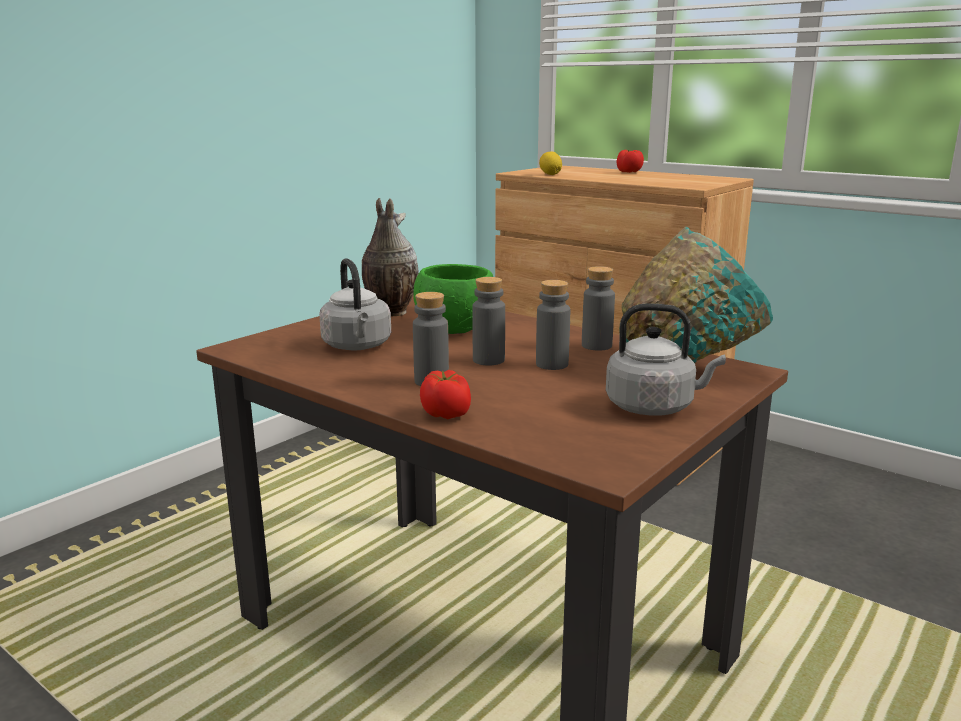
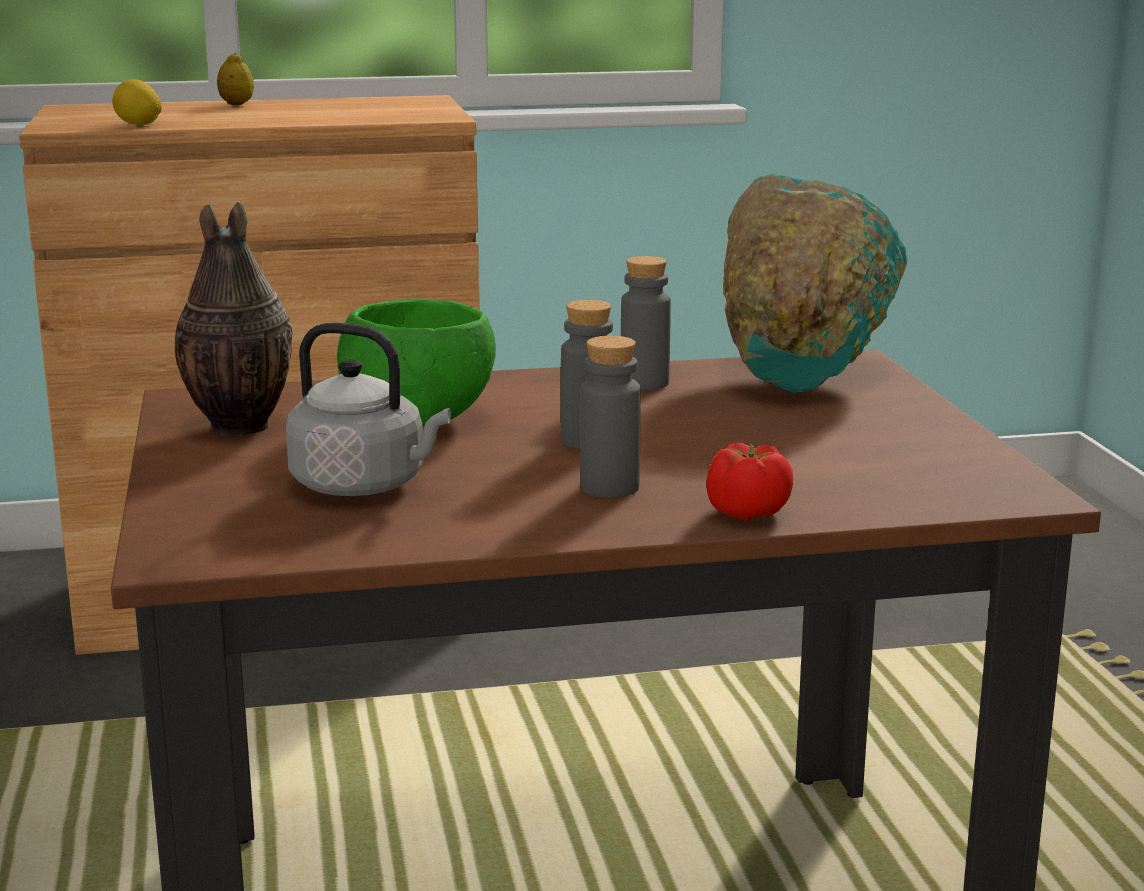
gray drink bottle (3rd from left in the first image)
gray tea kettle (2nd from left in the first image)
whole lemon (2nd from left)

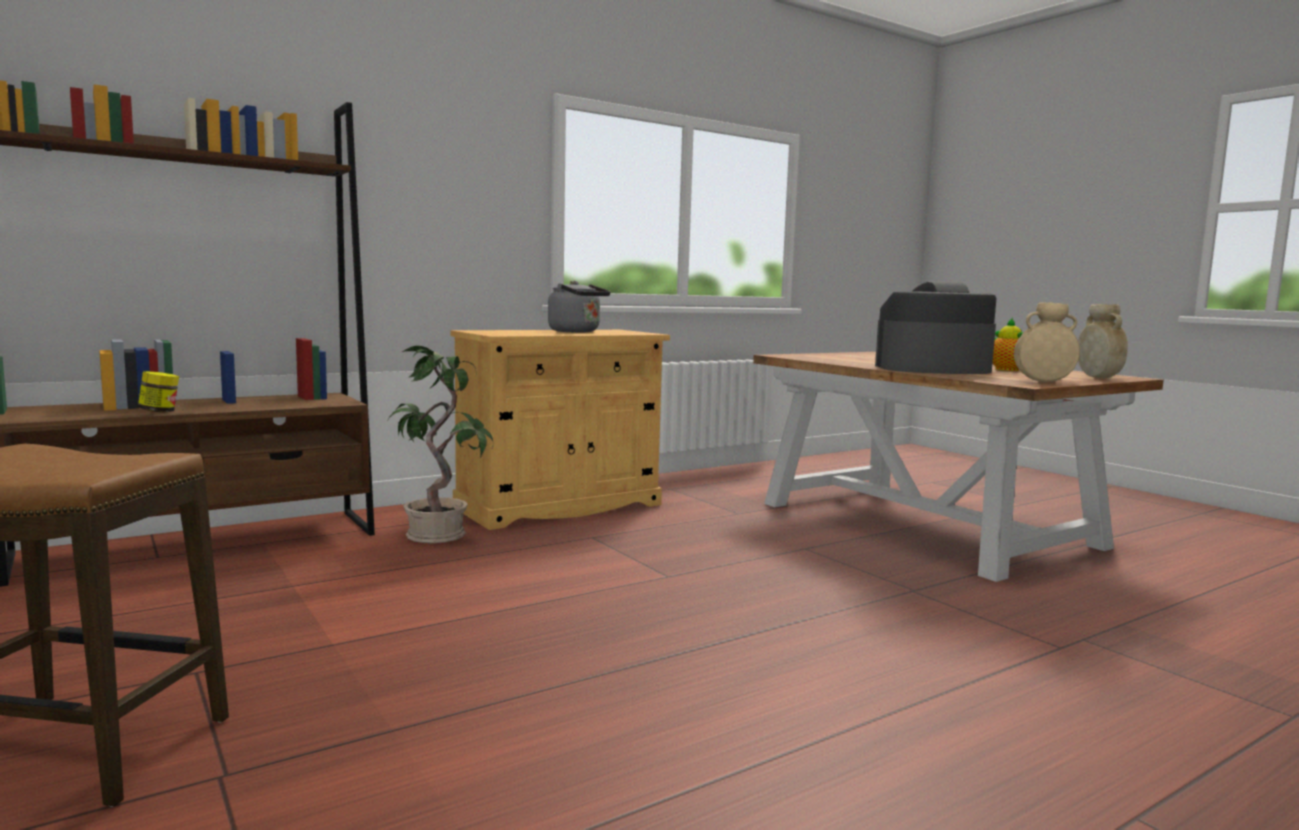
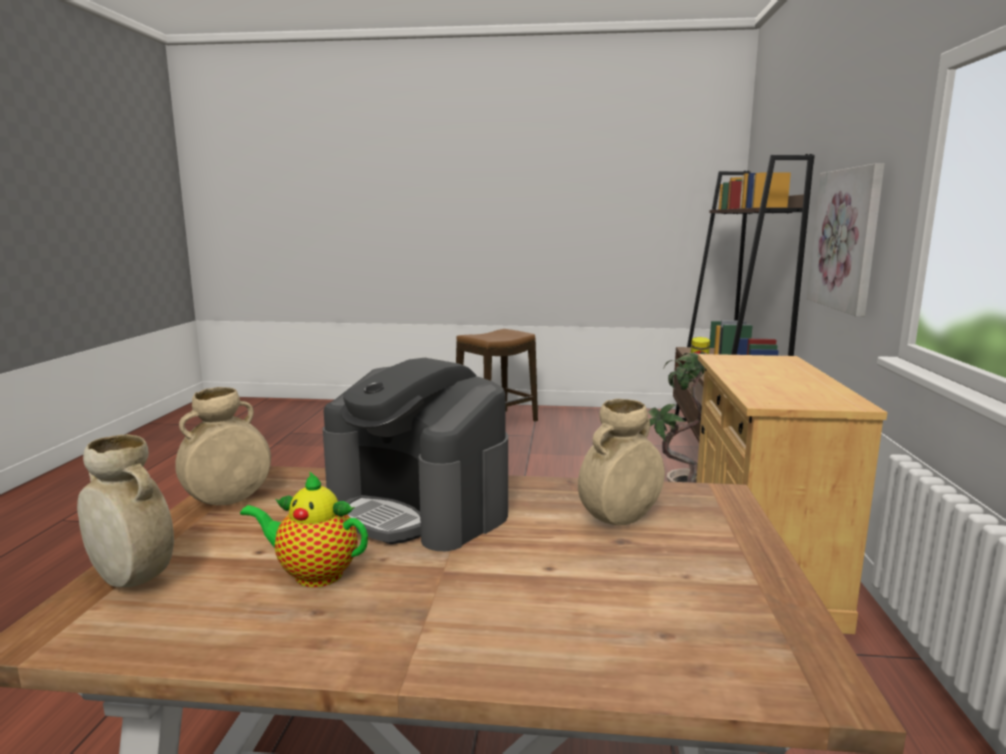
gray tea kettle
beige decorative vase (3rd from left)
wall art
coffee machine

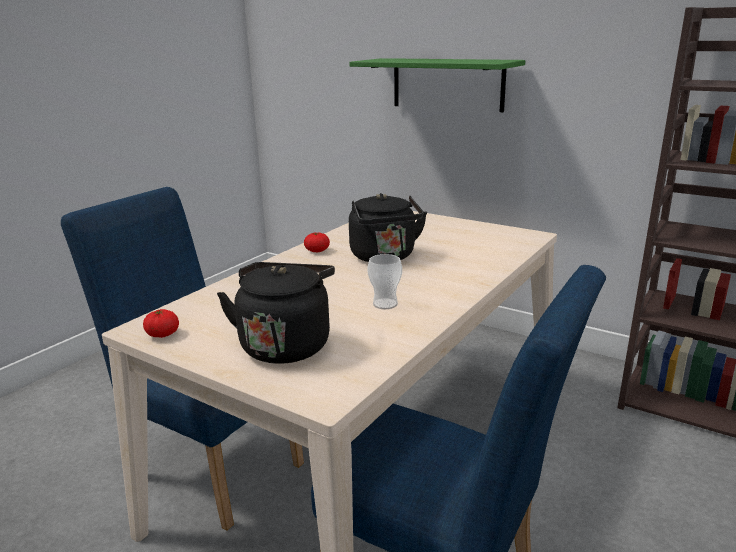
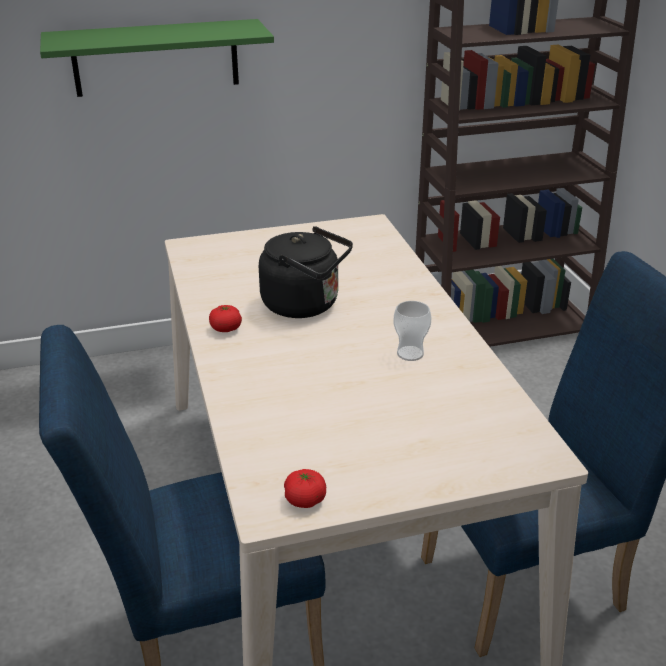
black tea kettle (1st from left in the first image)

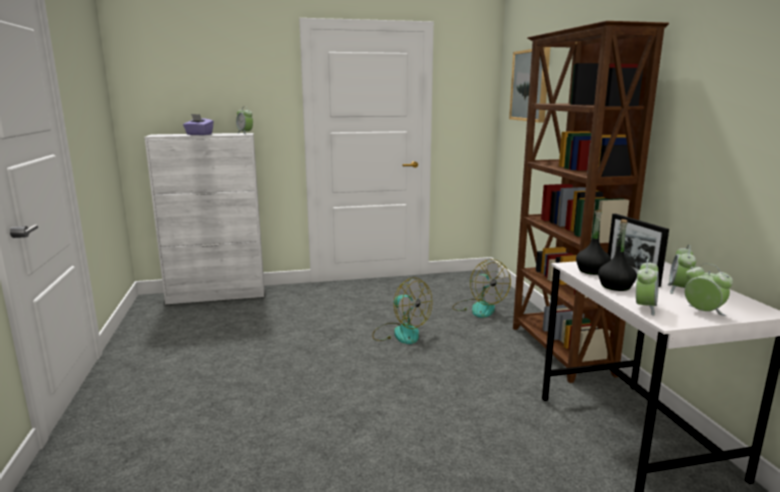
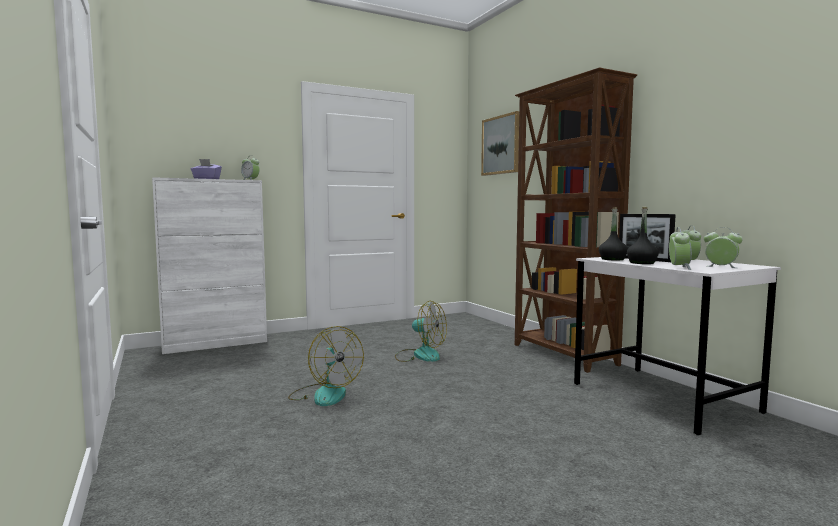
fan (1st from left)

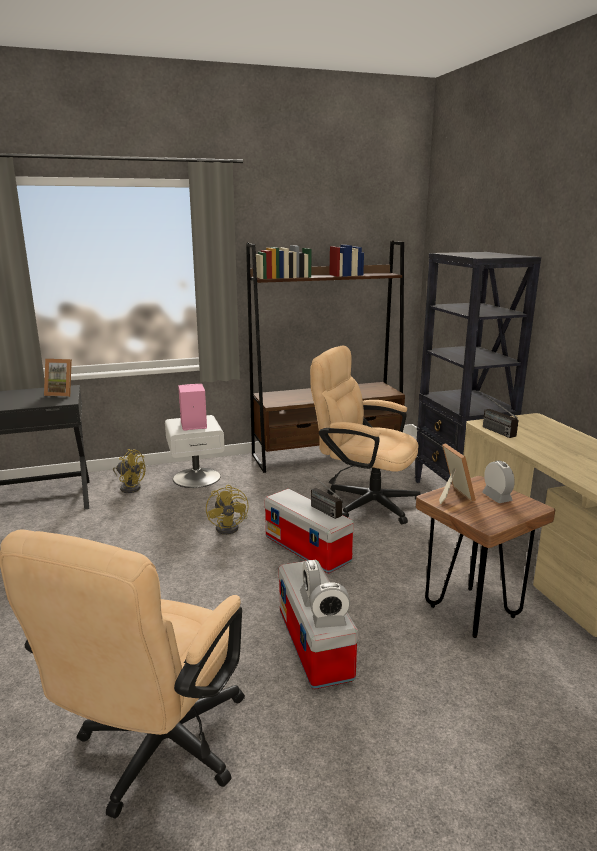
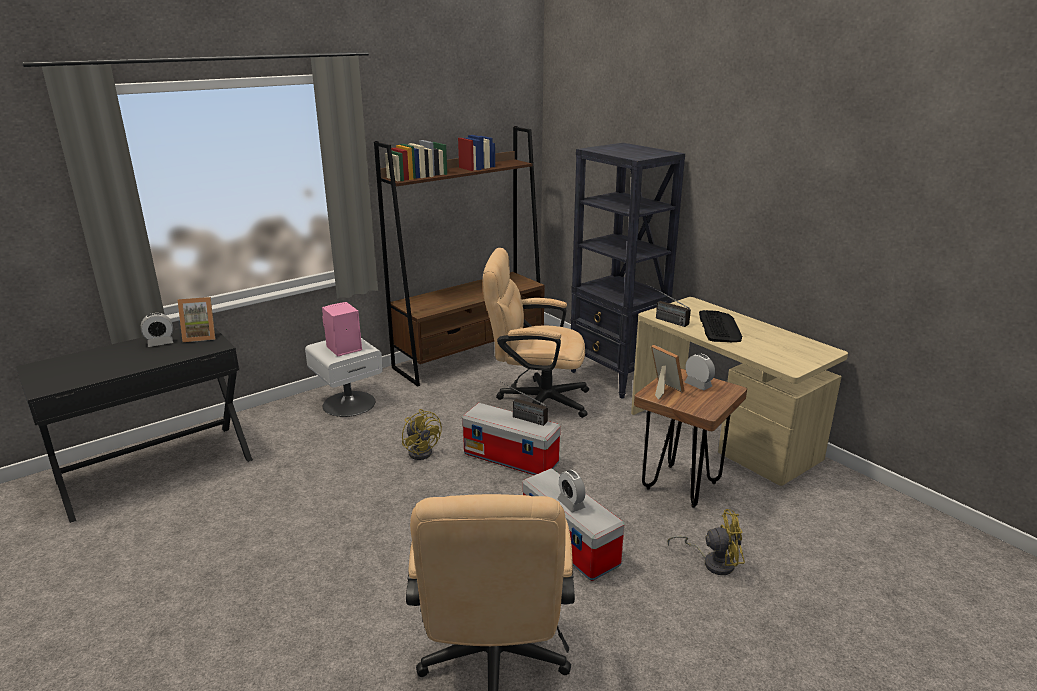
computer keyboard
yellow-coloured fan (2nd from left)
table clock (1st from left)

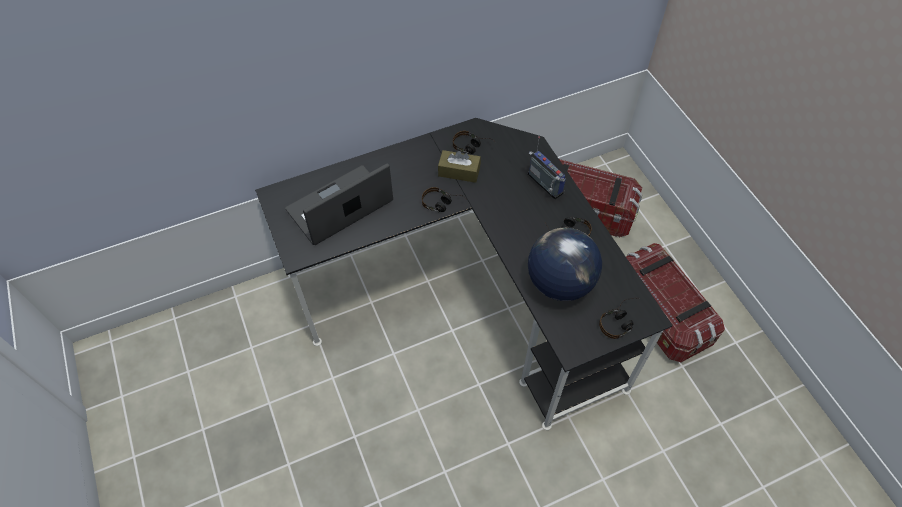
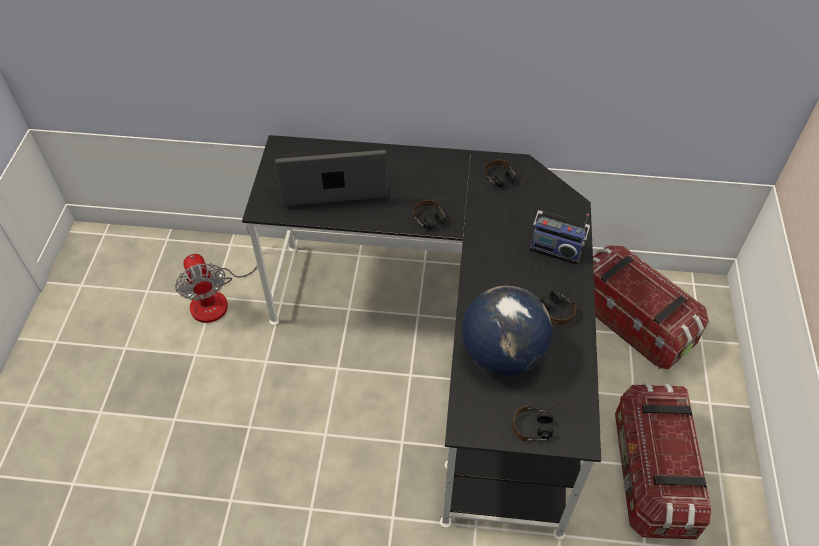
brown tissue box
fan
radio set

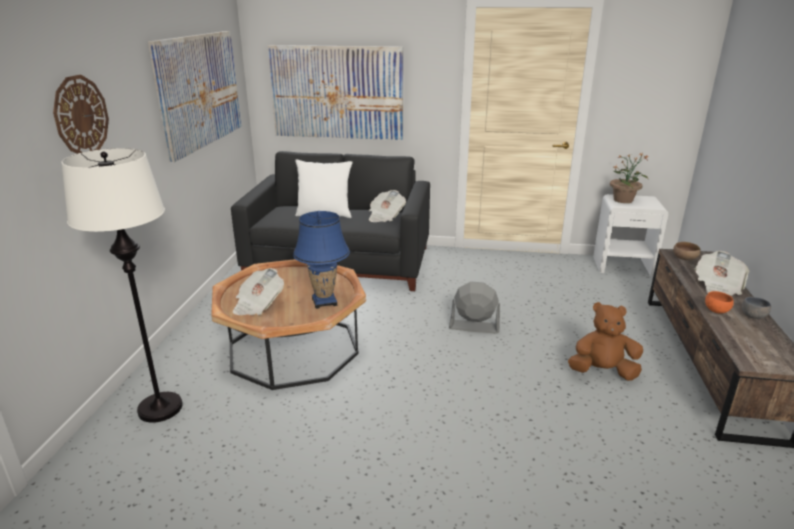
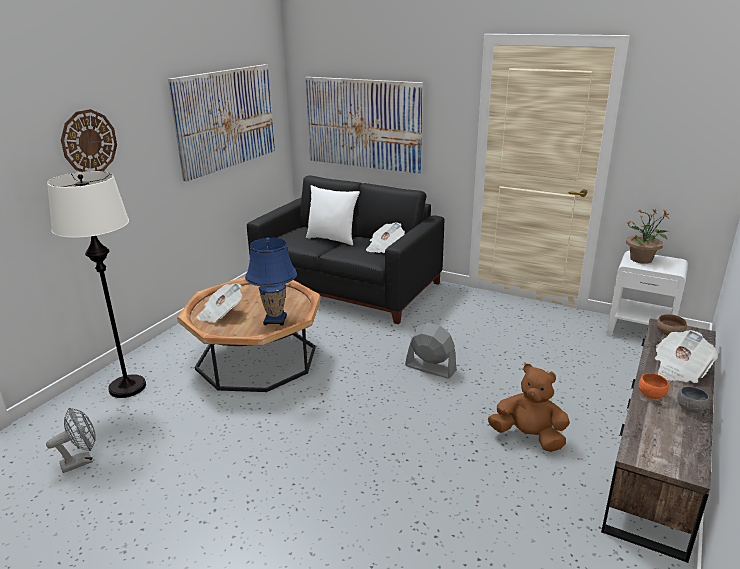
gray fan (1st from left)

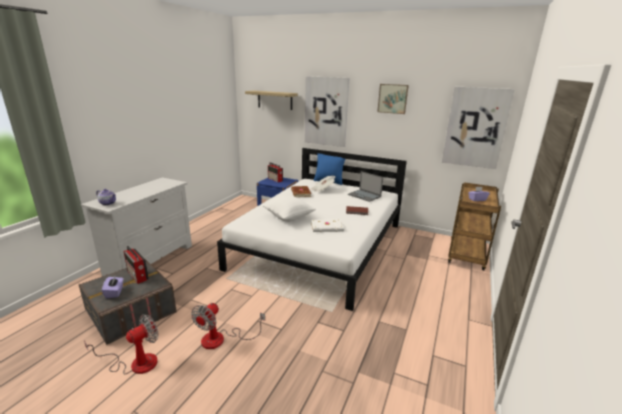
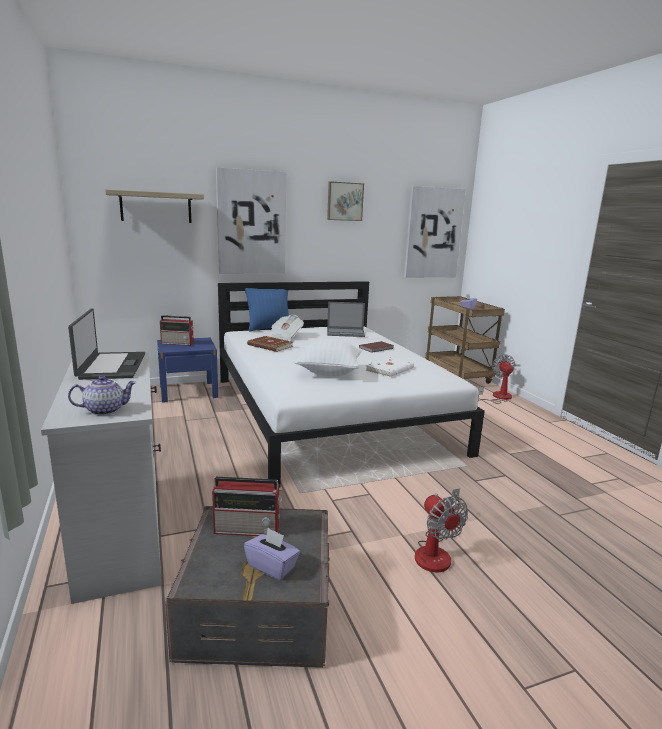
portable computer (1st from left)
fan (2nd from left)

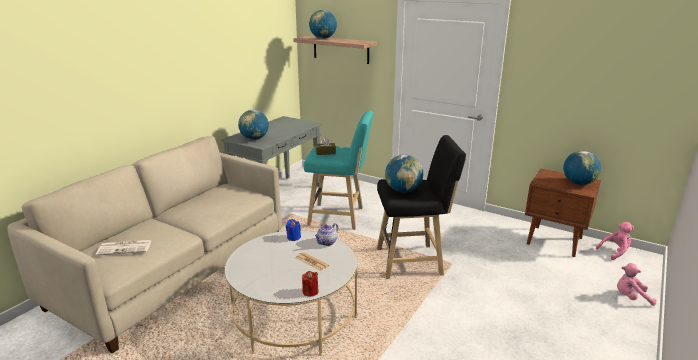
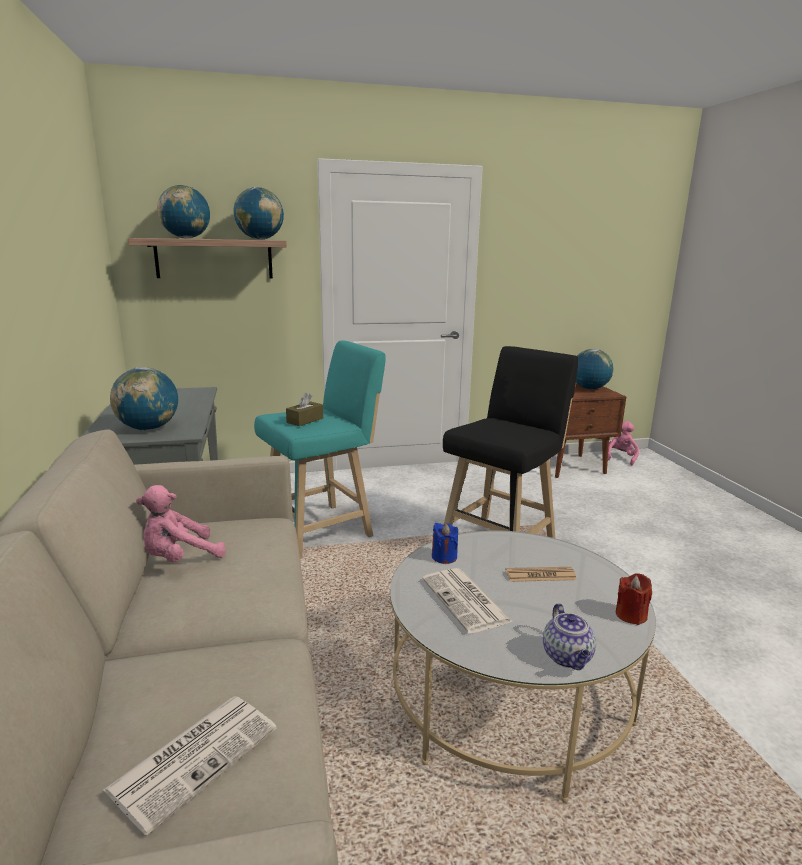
daily paper (2nd from left)
teapot
globe (3rd from left)
pink-coloured plush toy (1st from left)

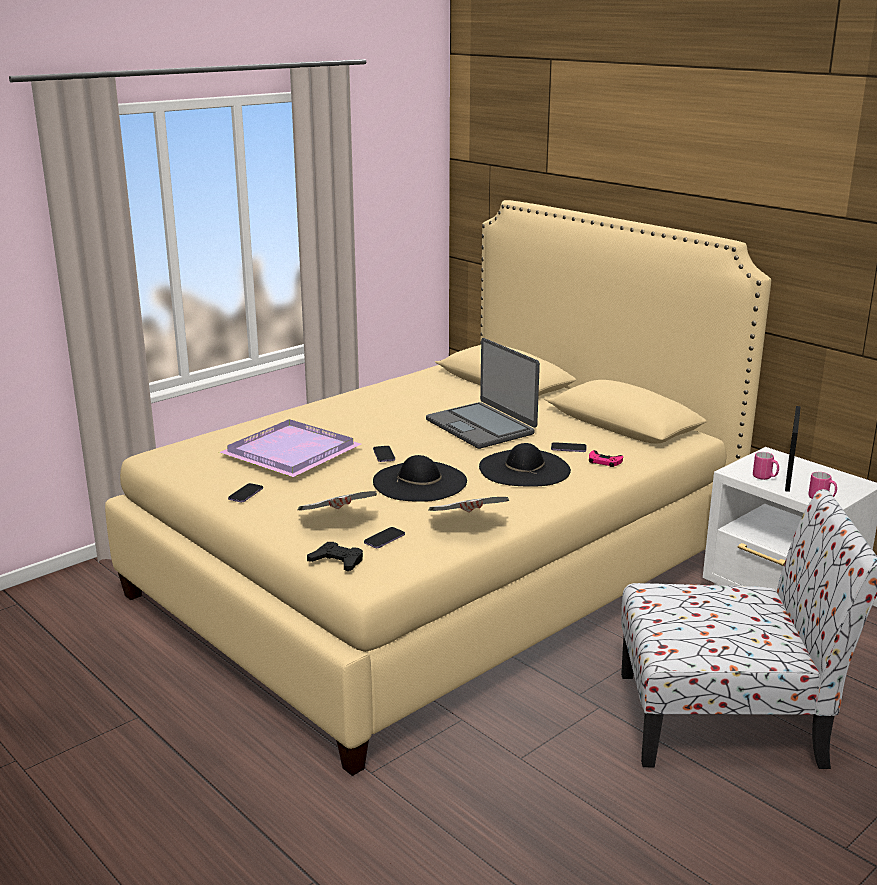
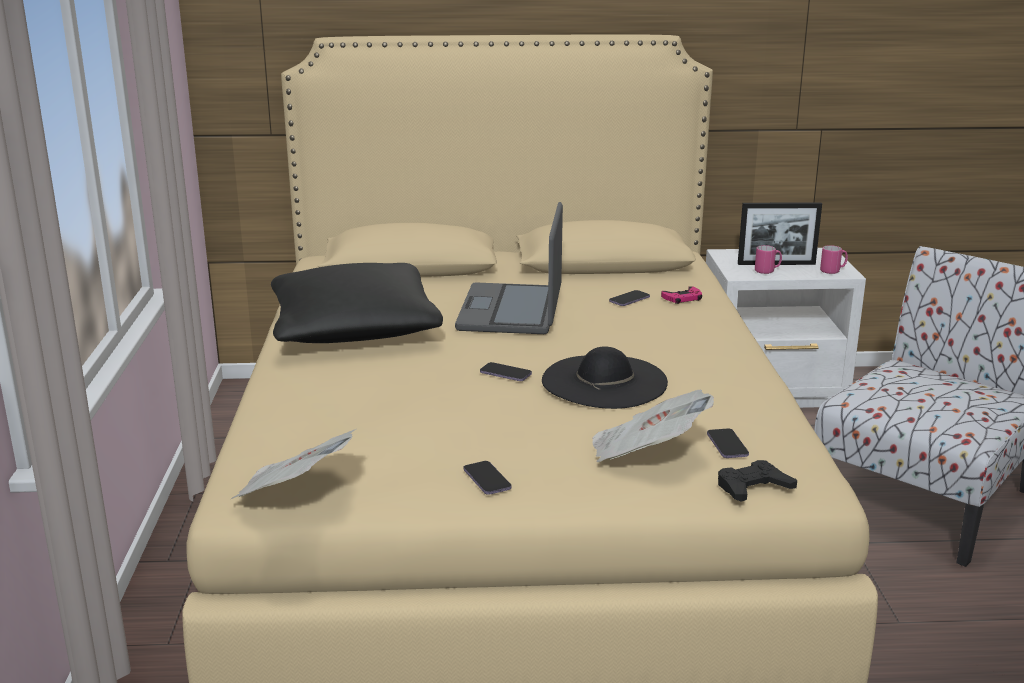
purple-coloured carrying tray
black wearable hat (2nd from left in the first image)
black pillow
daily paper (1st from left)
portable computer
photo frame

